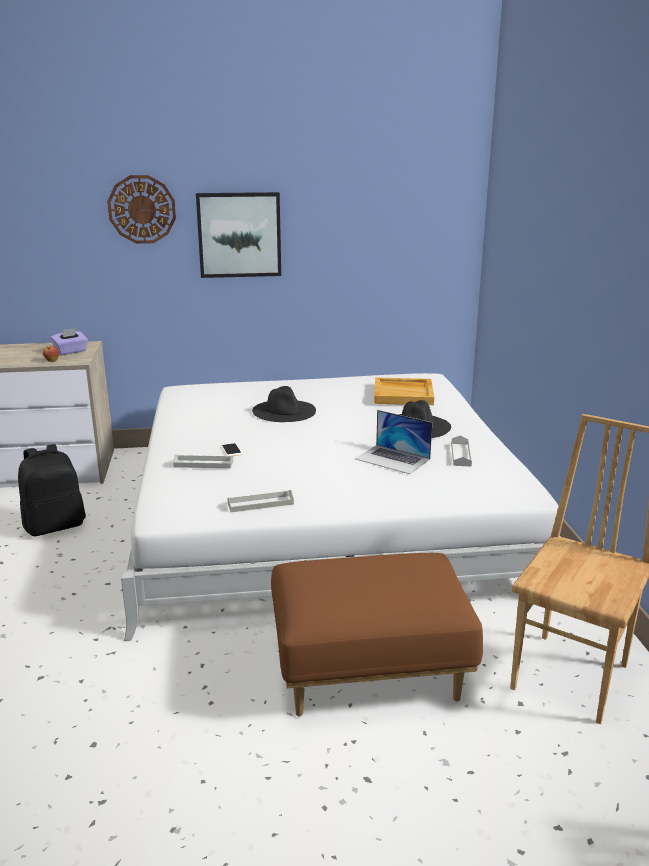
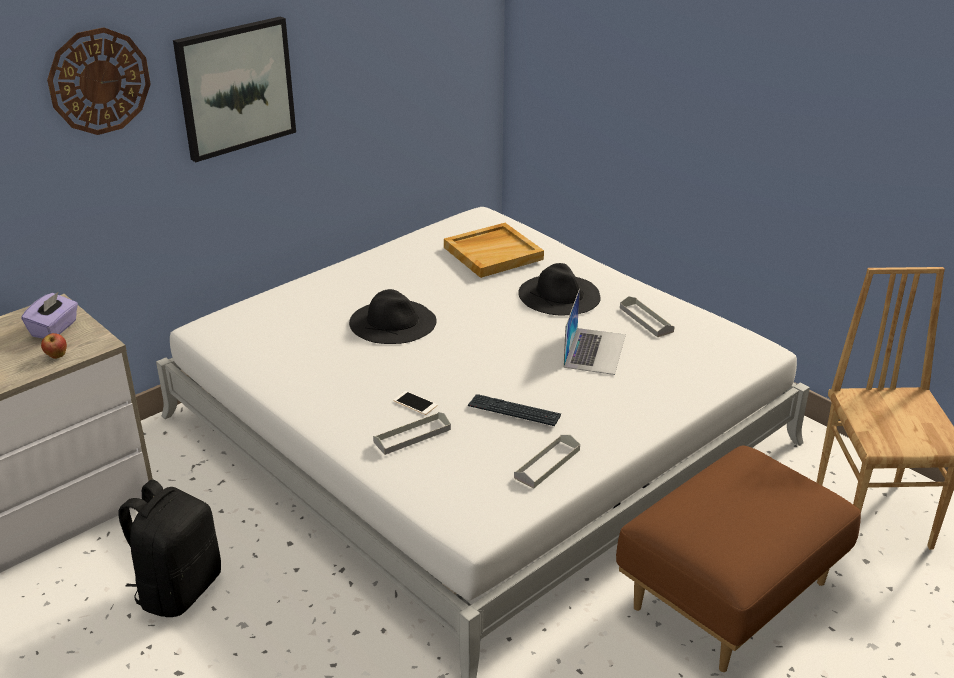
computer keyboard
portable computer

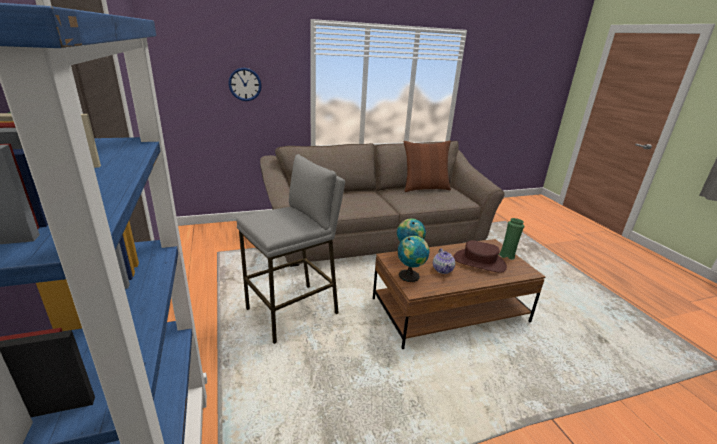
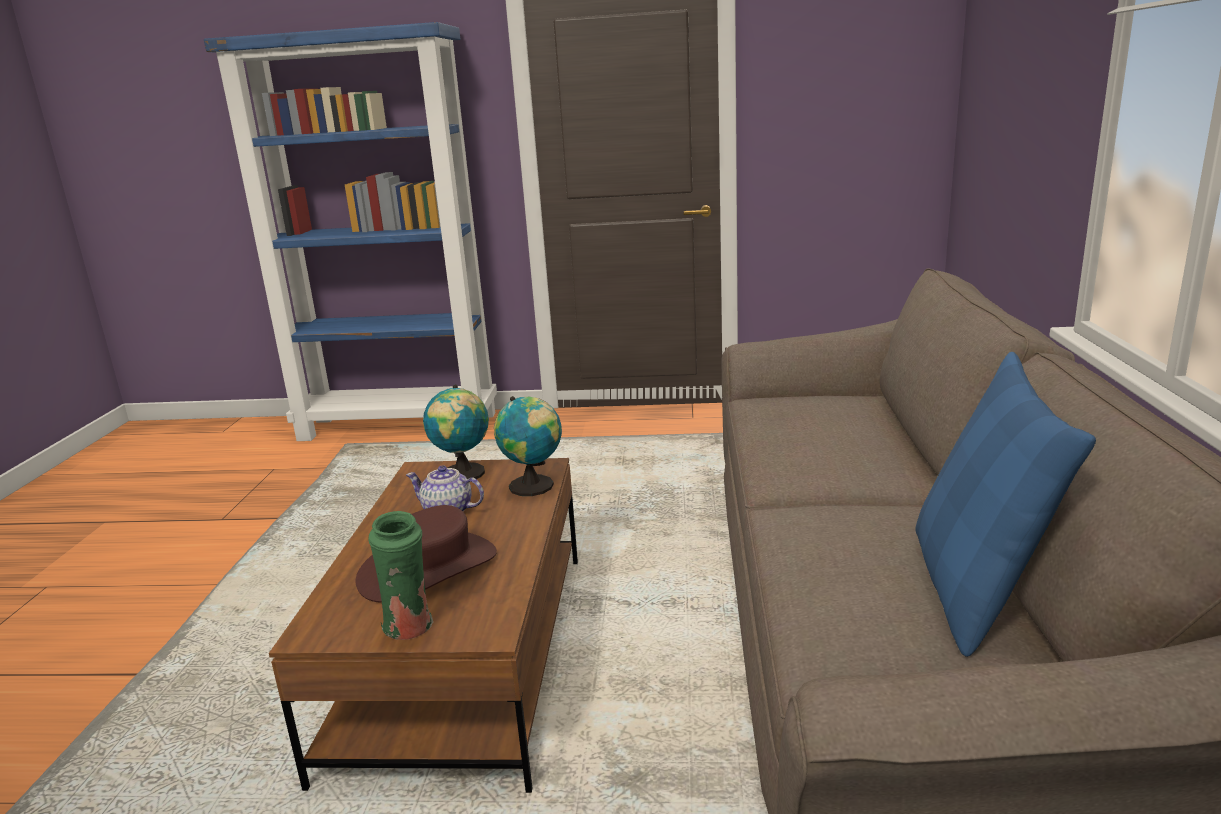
hanging clock
gray sitting stool
blue-coloured pillow

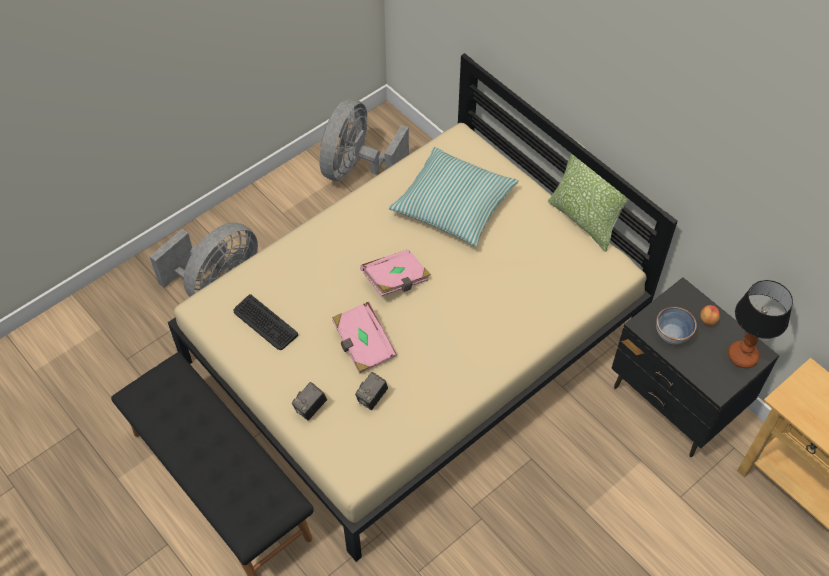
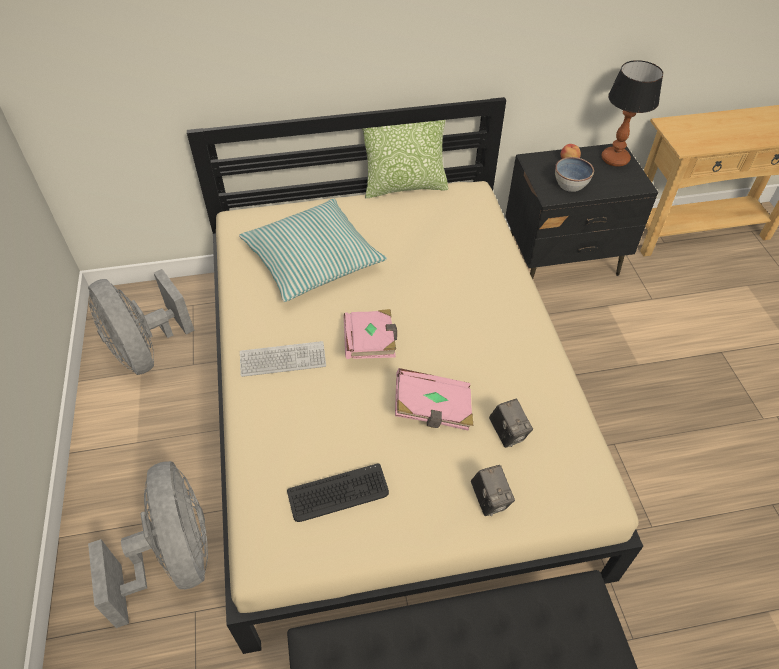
computer keyboard (1st from left)

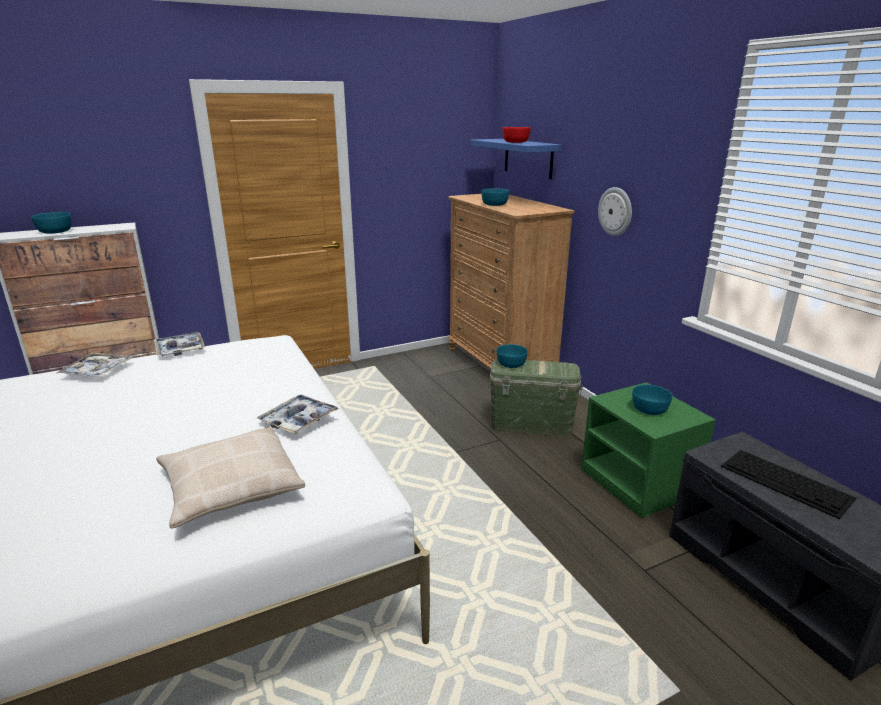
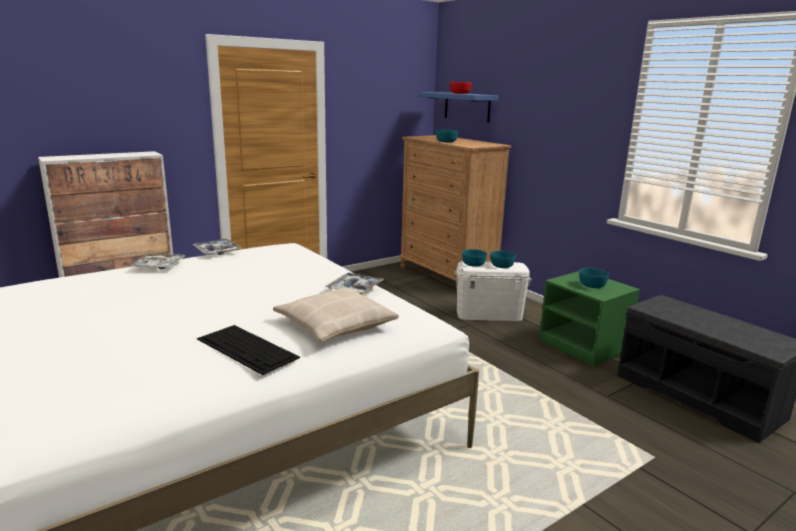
hanging clock
turquoise bowl (3rd from left)
computer keyboard
whitish storage container

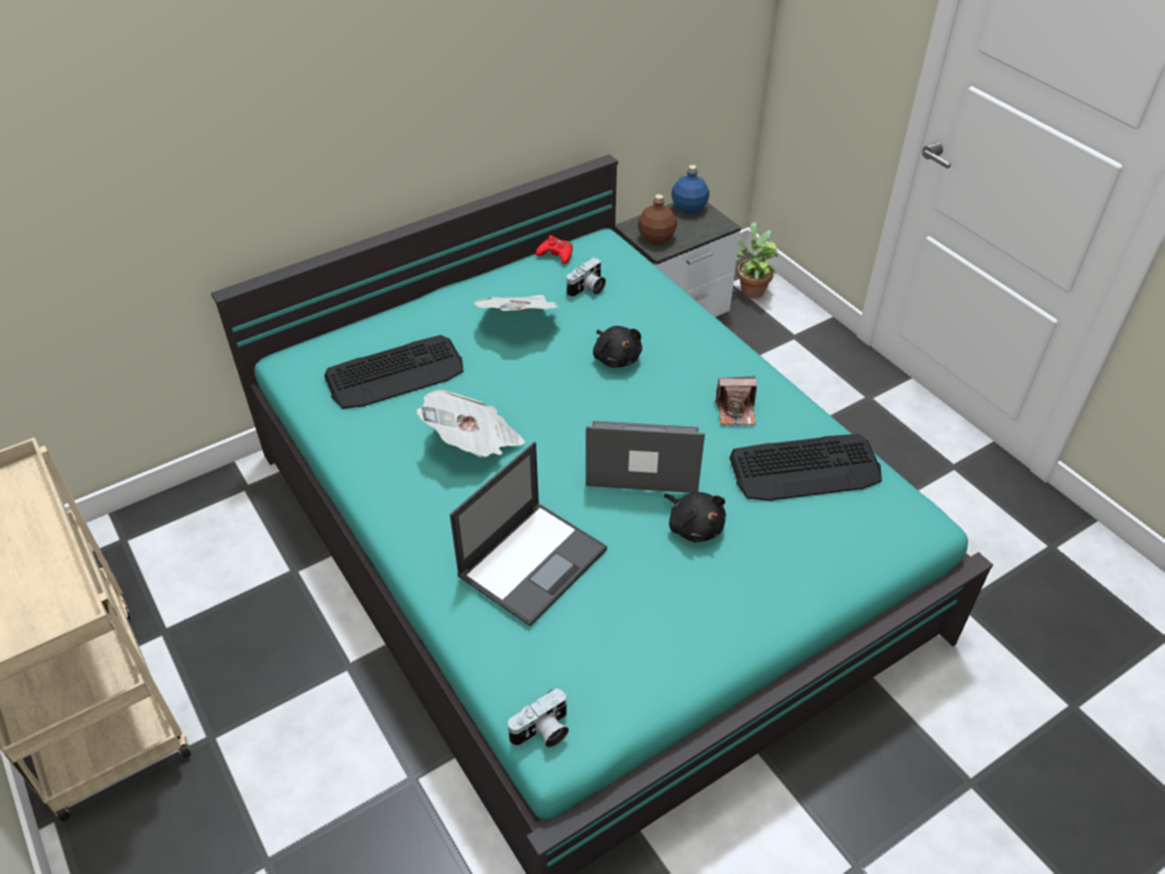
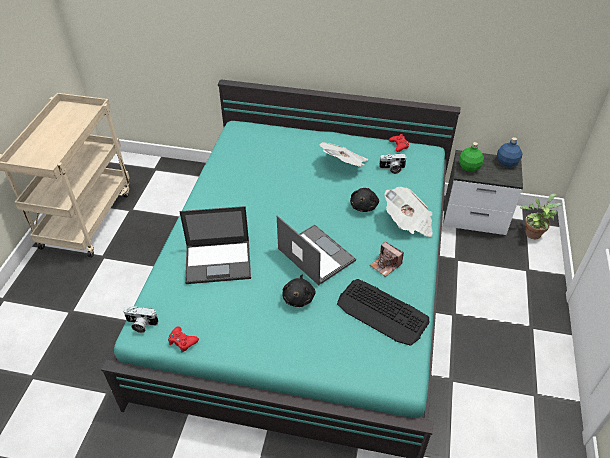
computer keyboard (1st from left in the first image)
reddish gamepad (1st from left)
daily paper (2nd from left)
greenish drink bottle

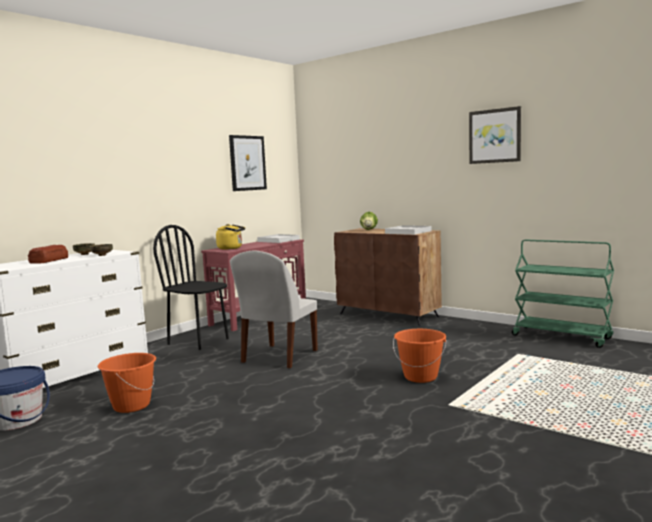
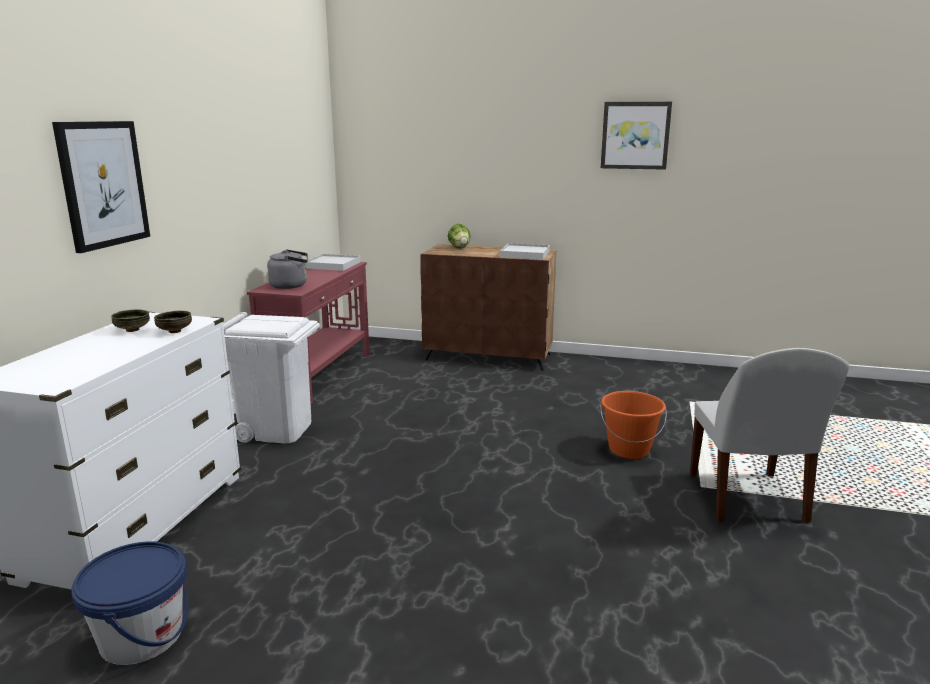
bakery bread
orange pail (1st from left in the first image)
greenish trolley
wall art (1st from left)
whitish plain chair
whitish rubbish bin
gray tea kettle

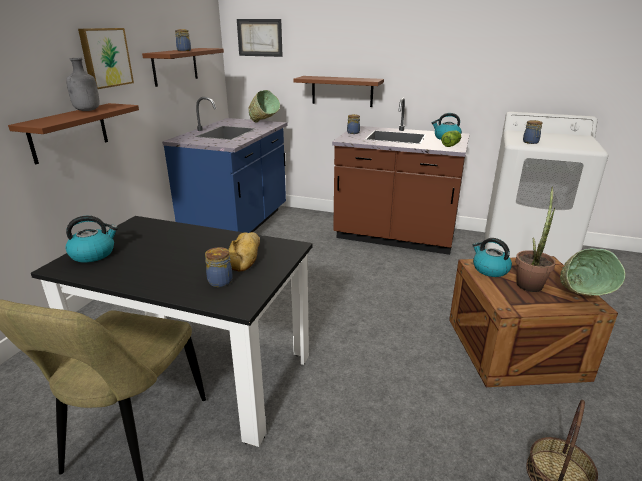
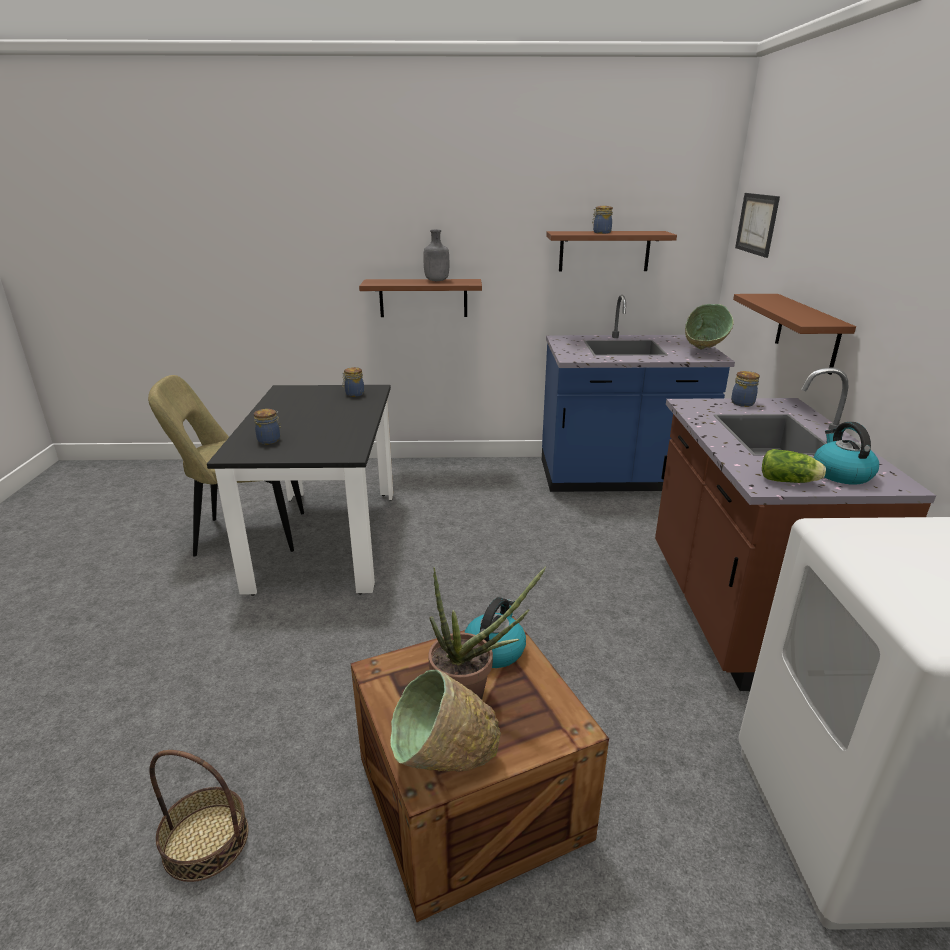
tea kettle (1st from left in the first image)
wall art (1st from left in the first image)
bakery bread
preserve jar (2nd from left)

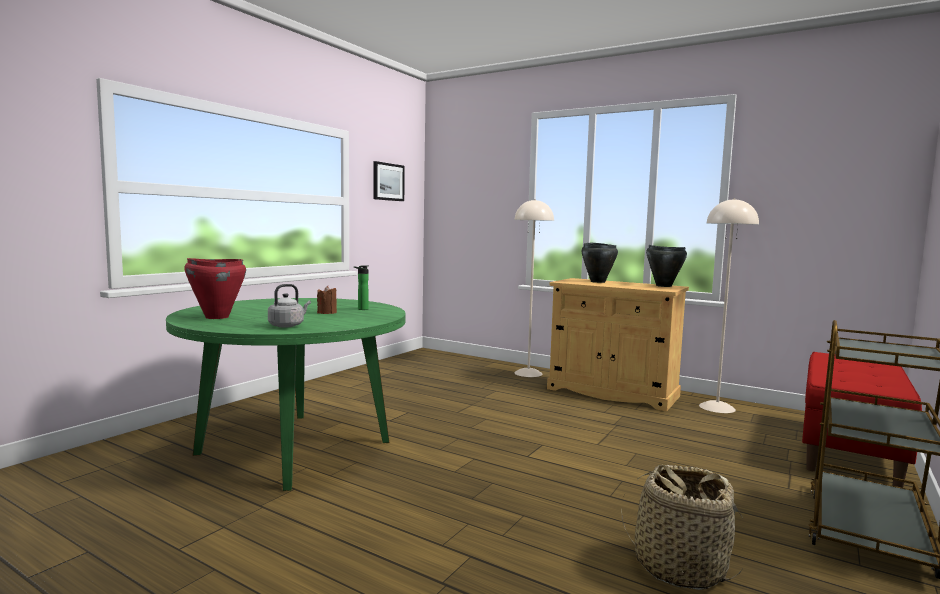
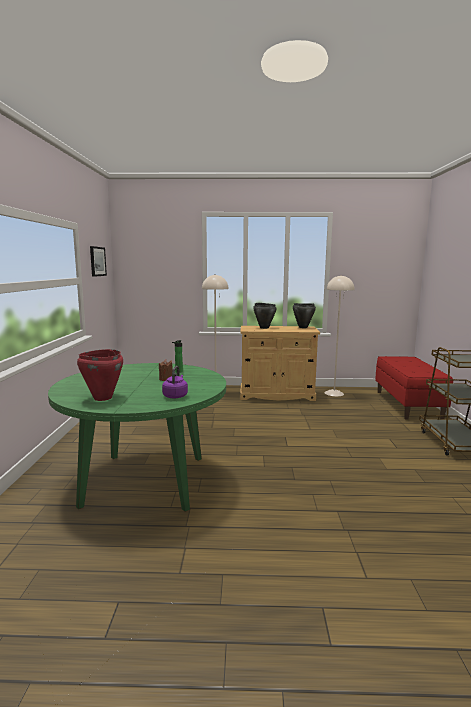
household basket
purple-coloured tea kettle

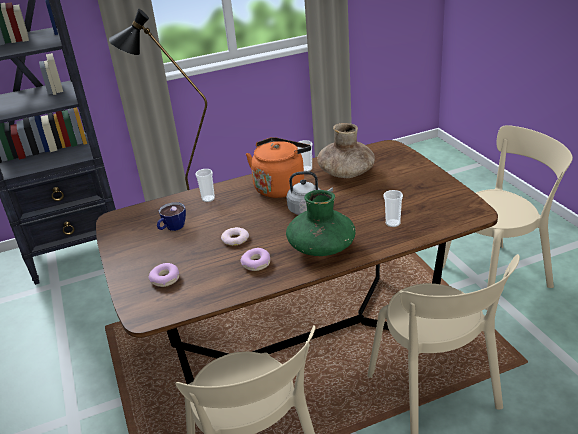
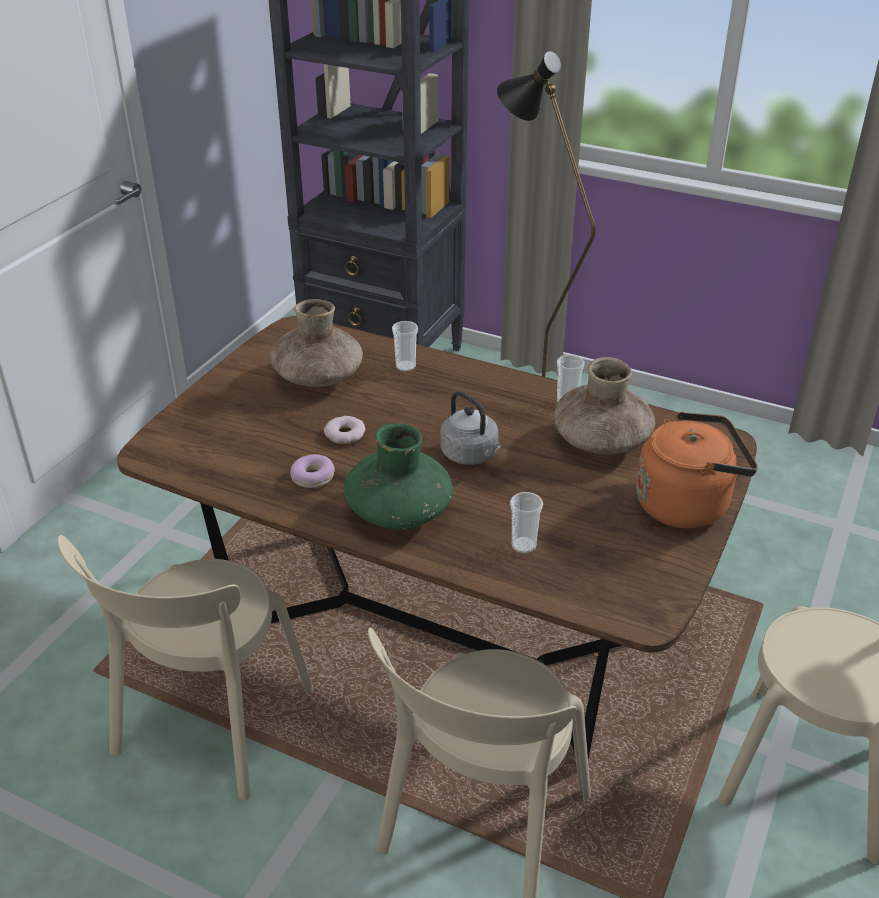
donut (1st from left in the first image)
orange tea kettle
brown decorative vase (1st from left)

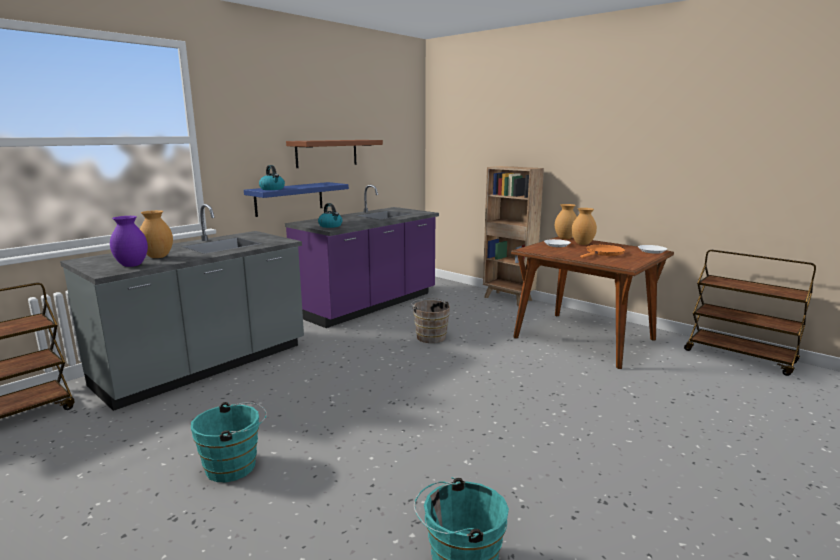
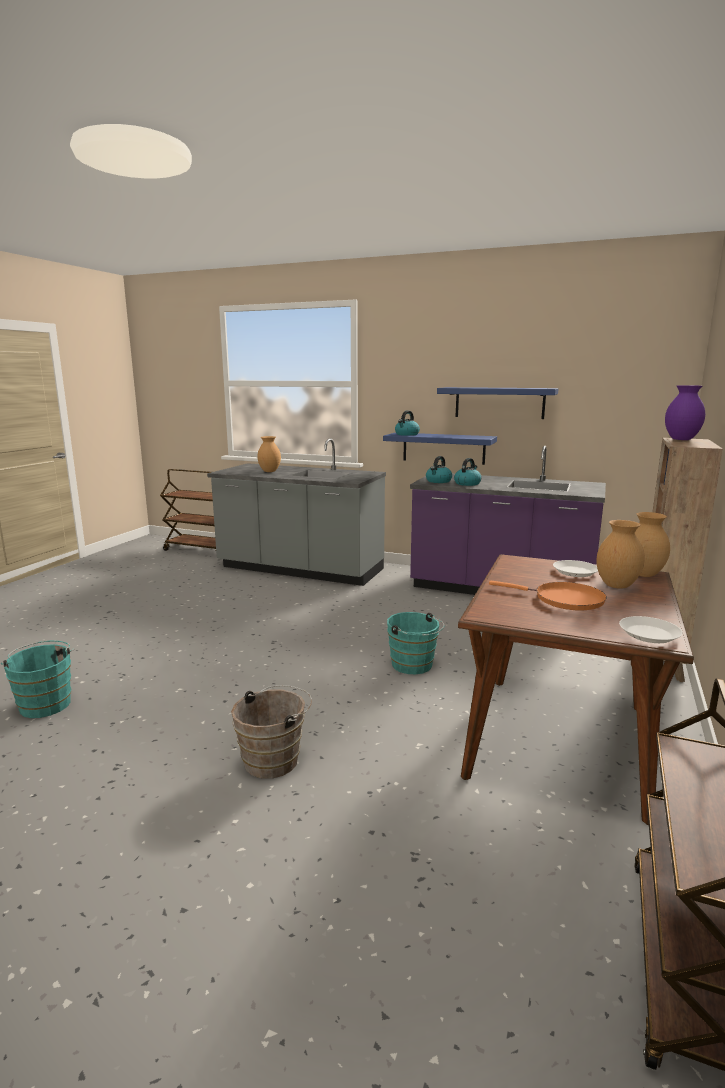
tea kettle (3rd from left)
purple-coloured decorative vase
turquoise pail (2nd from left)
brown pail
blue-coloured bracket shelf (2nd from left)

